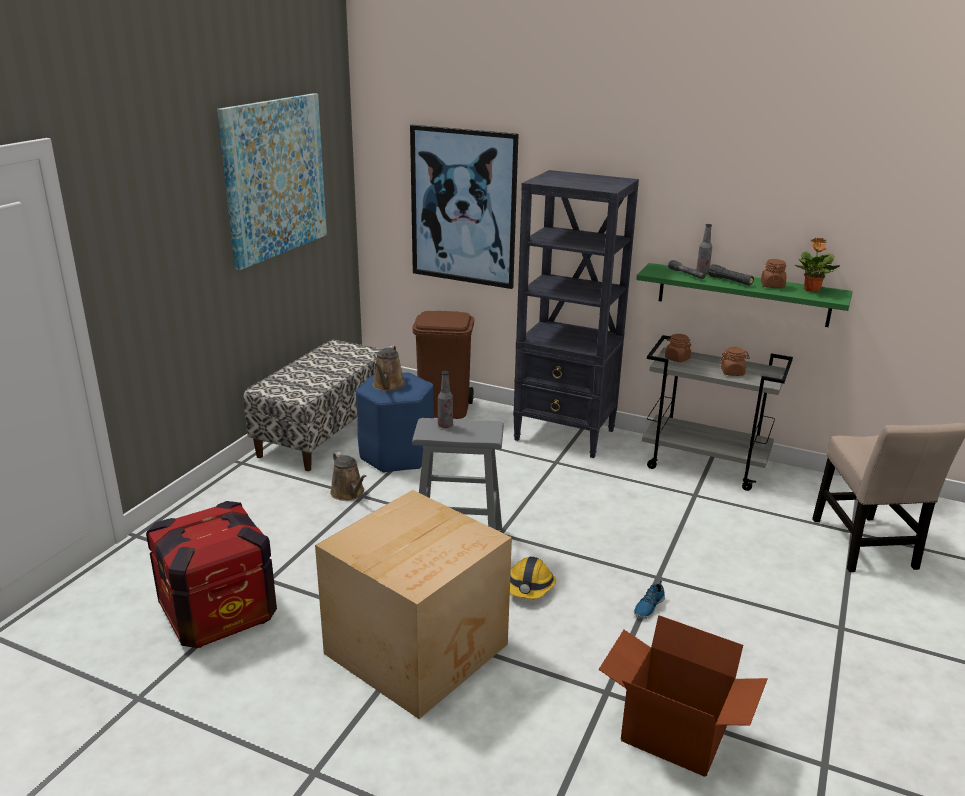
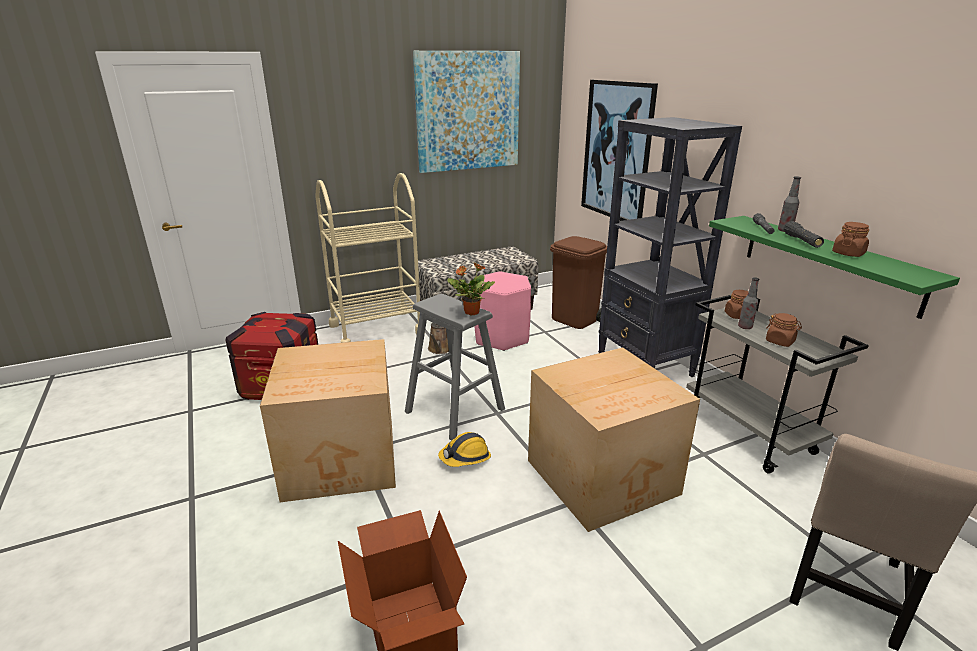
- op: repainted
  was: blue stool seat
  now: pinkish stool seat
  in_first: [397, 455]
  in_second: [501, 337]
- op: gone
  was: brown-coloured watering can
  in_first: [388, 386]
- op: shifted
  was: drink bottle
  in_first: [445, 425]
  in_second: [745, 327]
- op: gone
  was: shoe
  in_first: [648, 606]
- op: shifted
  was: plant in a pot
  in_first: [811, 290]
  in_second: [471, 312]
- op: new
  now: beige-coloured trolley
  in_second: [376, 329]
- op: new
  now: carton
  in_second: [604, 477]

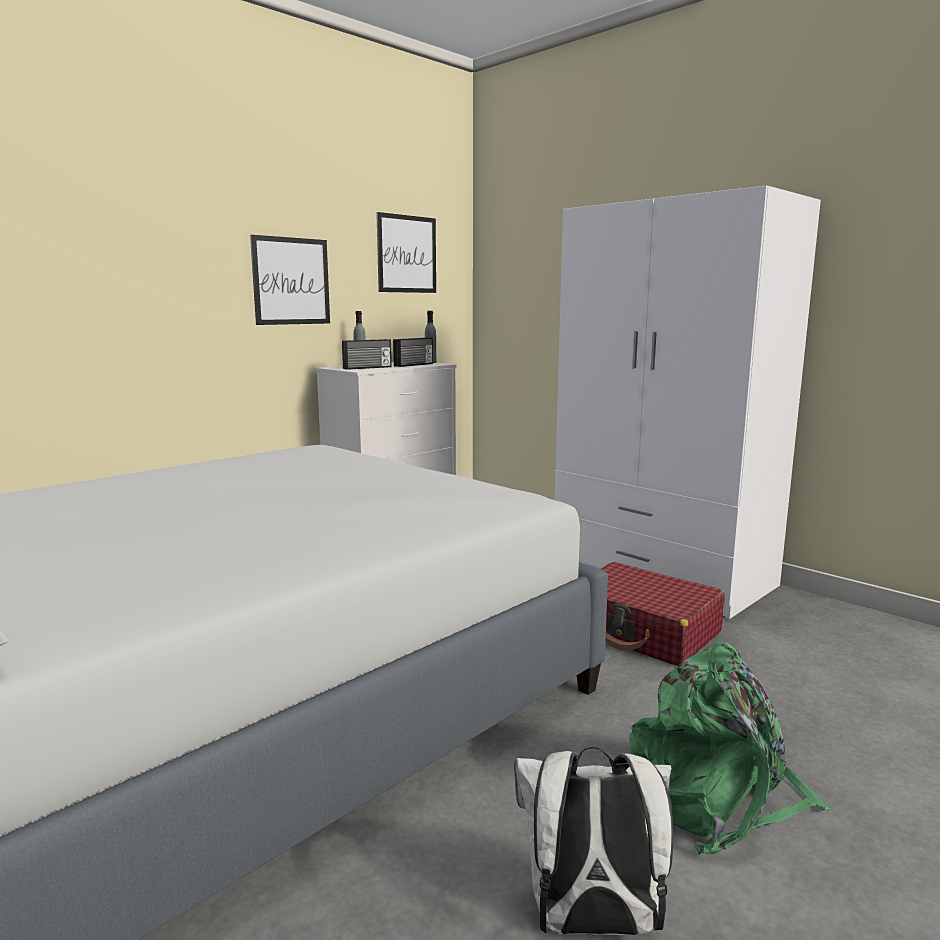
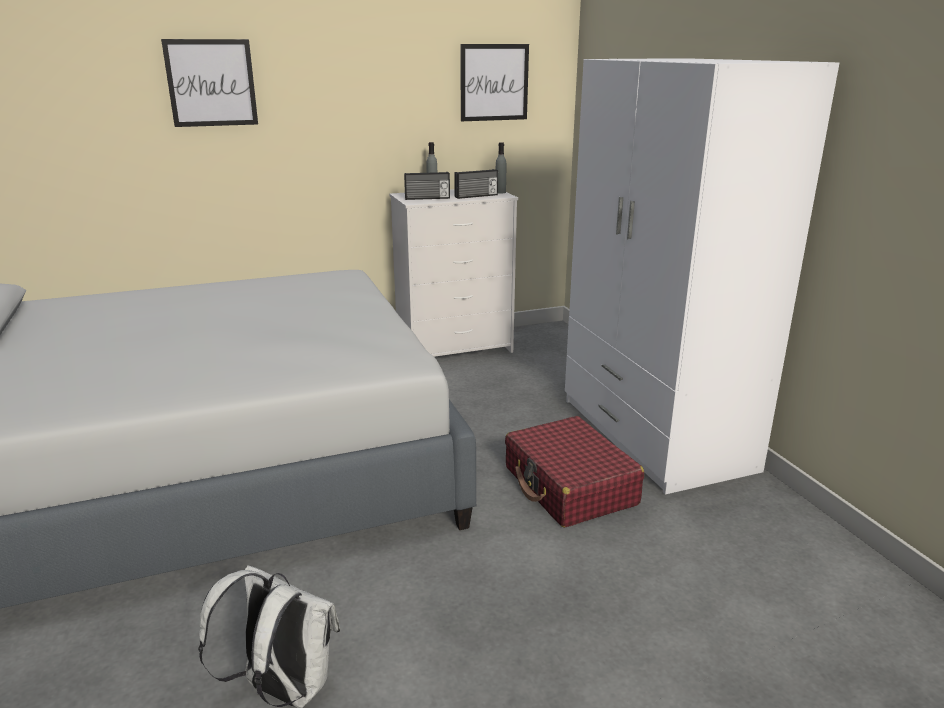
- op: shifted
  was: wall art
  in_first: [291, 281]
  in_second: [211, 83]
- op: gone
  was: green rucksack
  in_first: [715, 797]

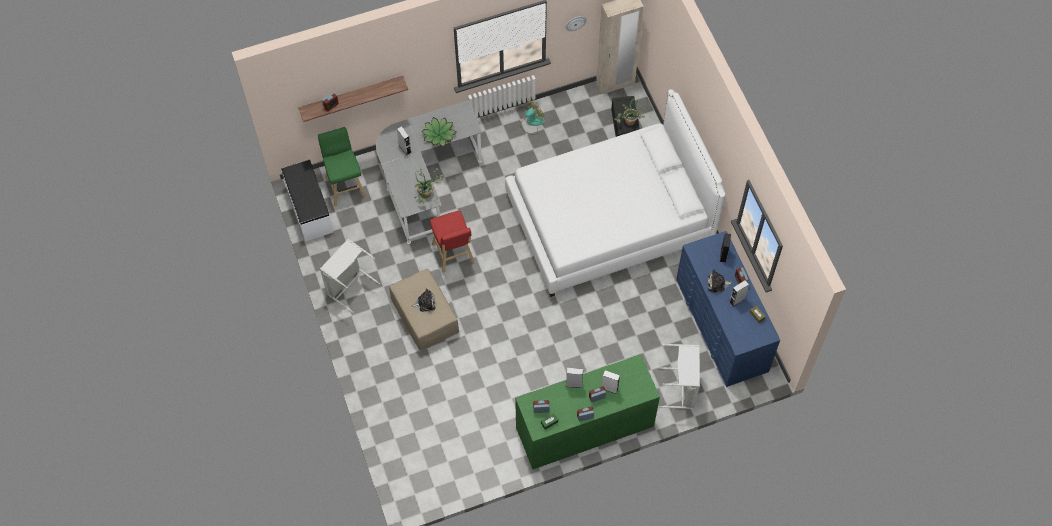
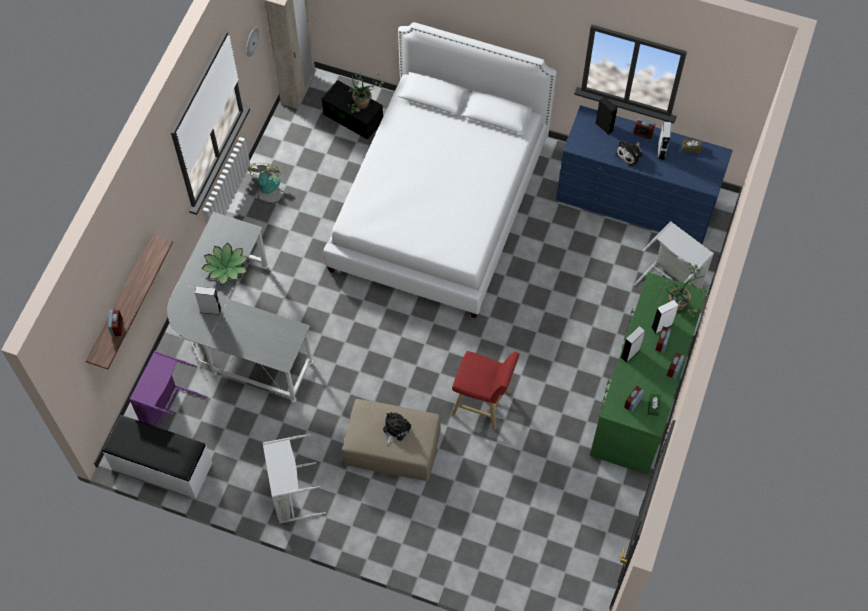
- op: swapped
  was: green stool seat
  now: purple-coloured washing basket
  in_first: [345, 185]
  in_second: [168, 410]
- op: shifted
  was: plant in a pot
  in_first: [427, 196]
  in_second: [681, 305]
- op: shifted
  was: red-coloured stool seat
  in_first: [453, 255]
  in_second: [483, 404]

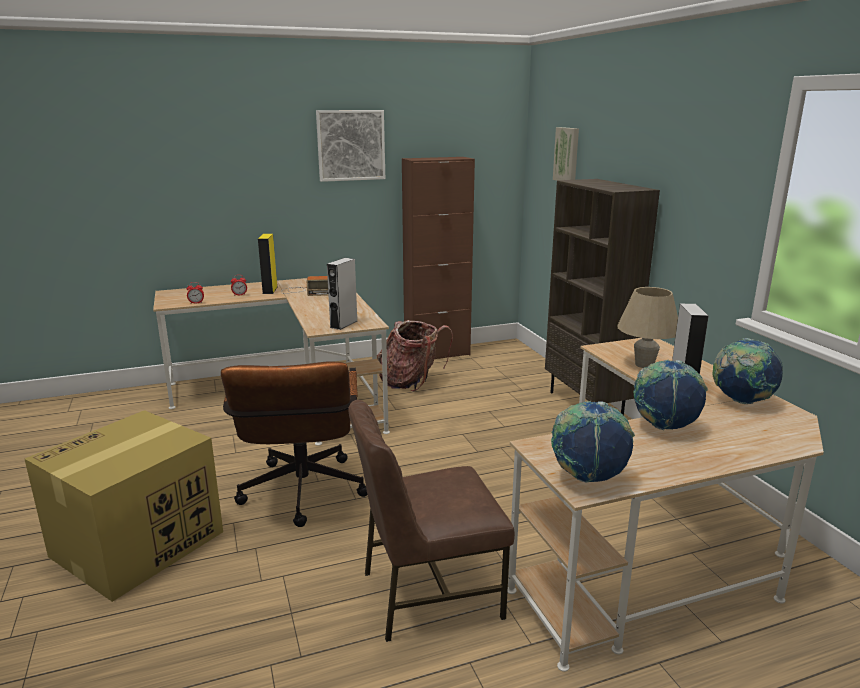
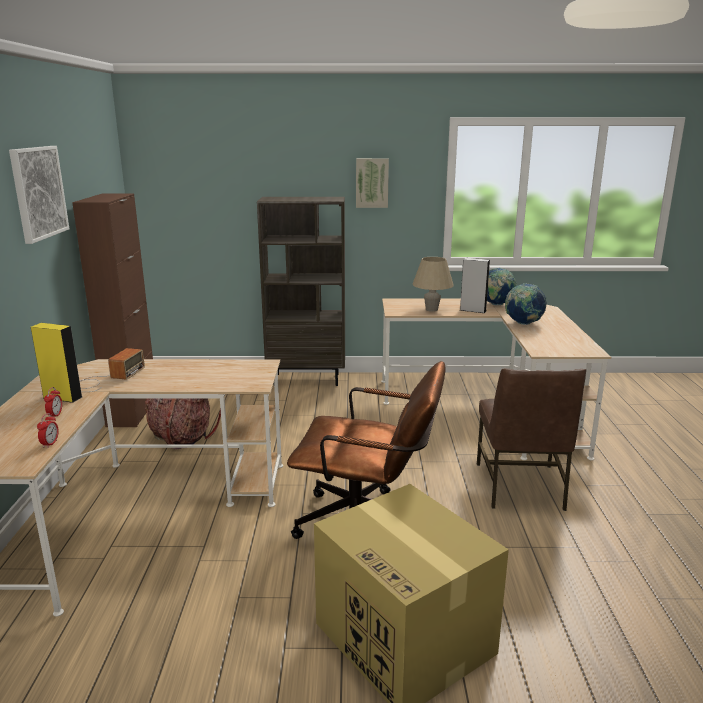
- op: gone
  was: gray speaker
  in_first: [344, 324]
- op: gone
  was: world globe
  in_first: [588, 478]
- op: shifted
  was: wall art
  in_first: [567, 154]
  in_second: [372, 183]

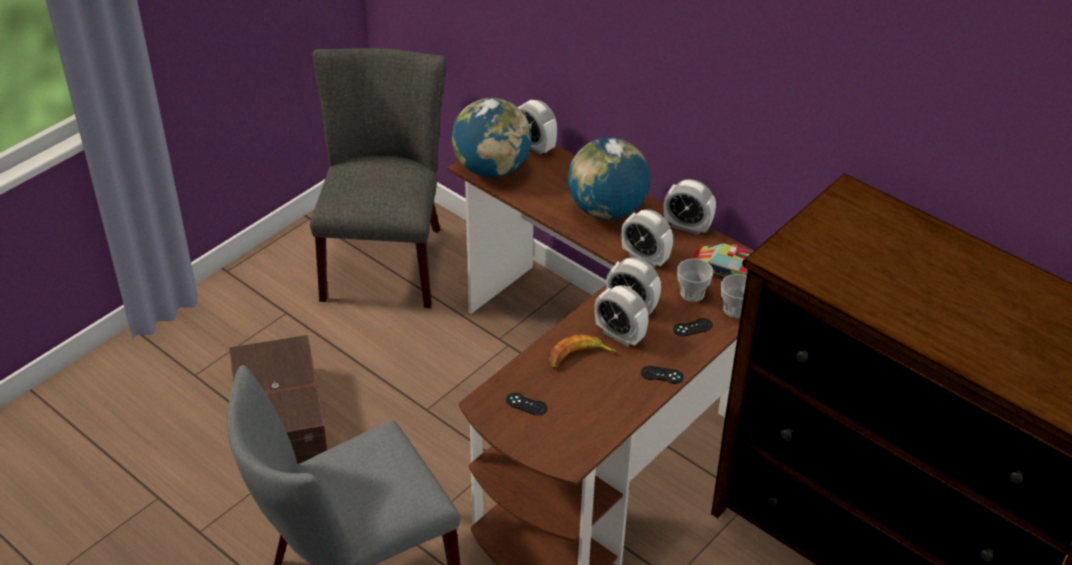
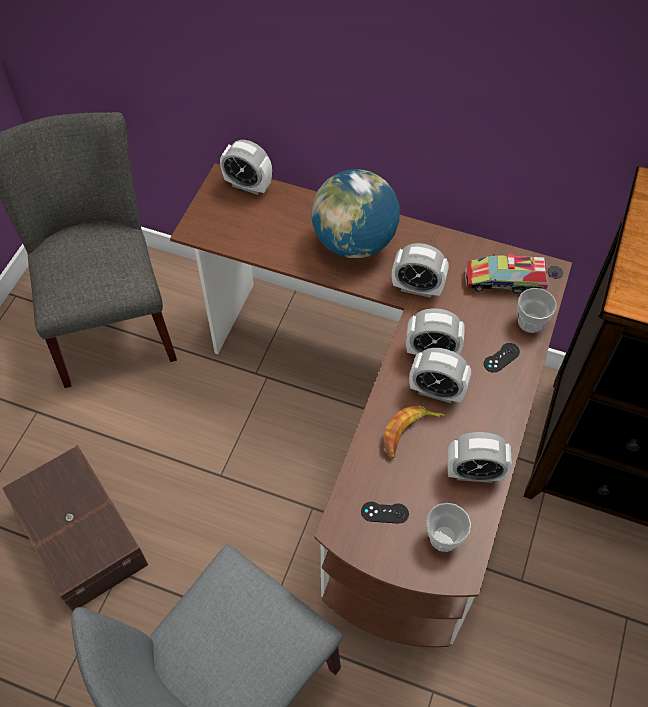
- op: gone
  was: world globe
  in_first: [492, 169]
- op: gone
  was: black-coloured gamepad
  in_first: [662, 375]
- op: shifted
  was: bedside clock
  in_first: [687, 226]
  in_second: [474, 473]
- op: shifted
  was: cup
  in_first: [692, 293]
  in_second: [444, 537]

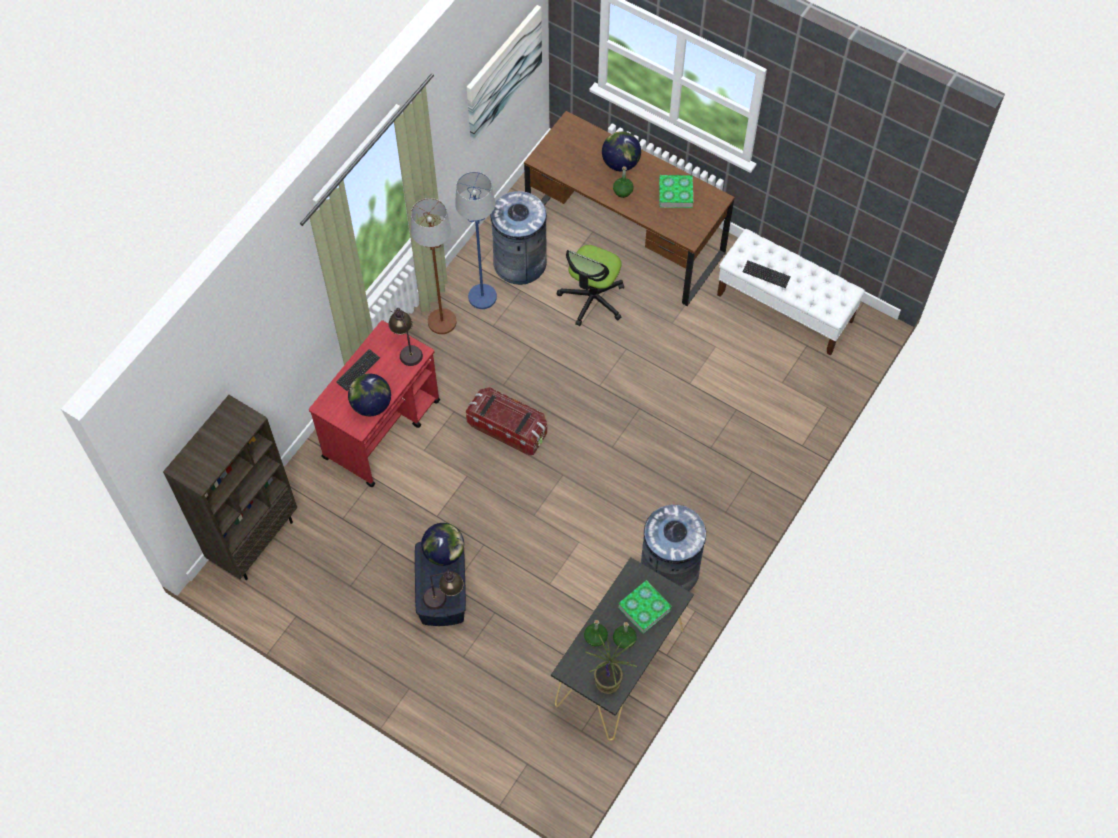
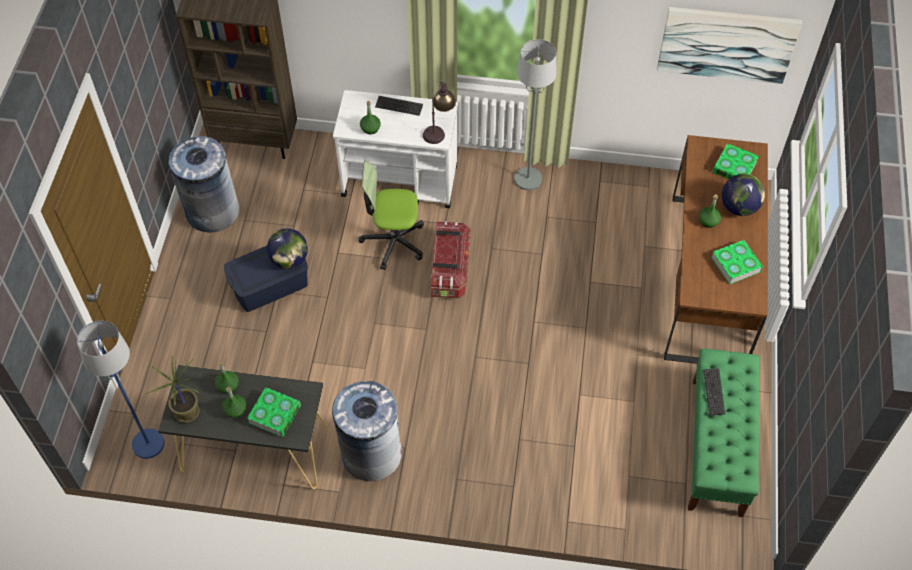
- op: repainted
  was: red-coloured trolley
  now: white-coloured trolley
  in_first: [382, 428]
  in_second: [401, 181]
- op: swapped
  was: world globe
  now: green drink bottle
  in_first: [371, 405]
  in_second: [370, 128]
- op: repainted
  was: brown-coloured standard lamp
  now: gray standard lamp
  in_first: [442, 321]
  in_second: [528, 179]
- op: gone
  was: table lamp
  in_first: [444, 598]
- op: shifted
  was: blue standard lamp
  in_first: [482, 297]
  in_second: [148, 444]
- op: shifted
  was: gray waste bin
  in_first: [520, 263]
  in_second: [212, 211]
- op: shifted
  was: computer chair
  in_first: [592, 299]
  in_second: [393, 241]
- op: repainted
  was: white-coloured long seat
  now: green long seat
  in_first: [785, 308]
  in_second: [717, 447]
- op: new
  now: book
  in_second: [734, 167]

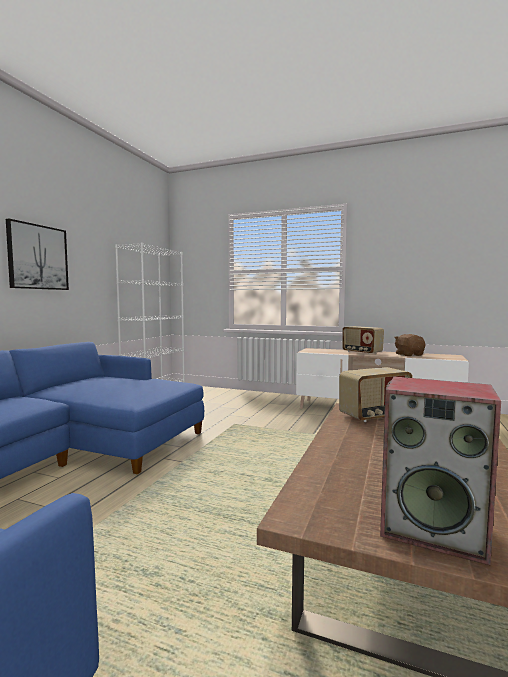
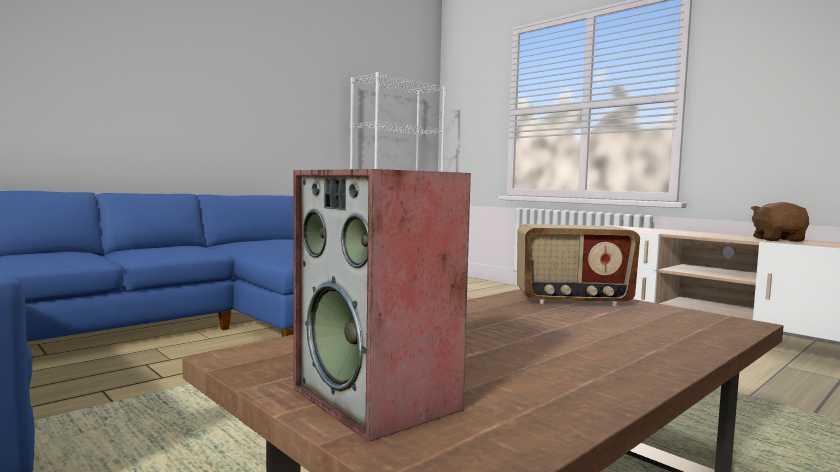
- op: gone
  was: wall art
  in_first: [38, 257]
- op: gone
  was: radio receiver
  in_first: [361, 352]

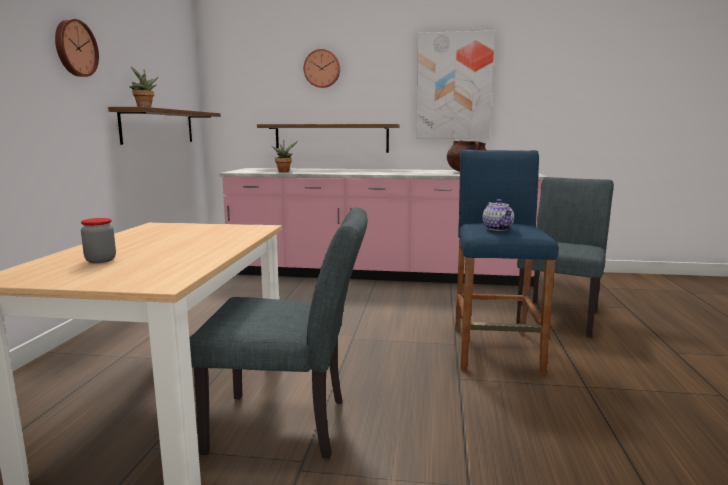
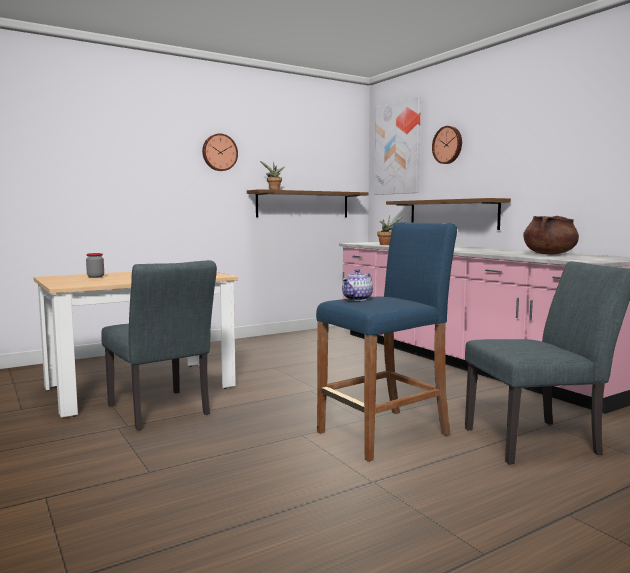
- op: shifted
  was: wall art
  in_first: [453, 86]
  in_second: [397, 148]

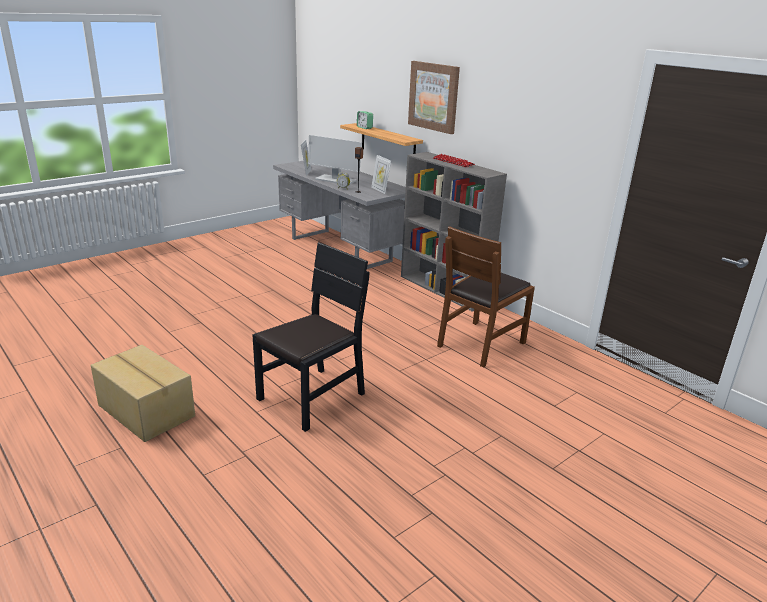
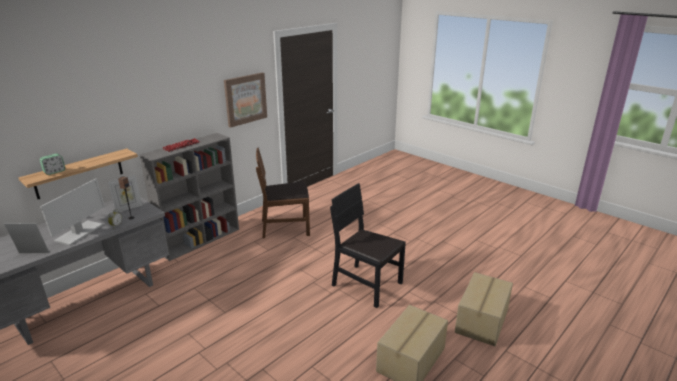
- op: shifted
  was: wall art
  in_first: [434, 96]
  in_second: [245, 99]
- op: rotated
  was: brown-coloured chair
  in_first: [480, 343]
  in_second: [285, 227]
  clockwise: 135
- op: new
  now: carton
  in_second: [482, 320]

